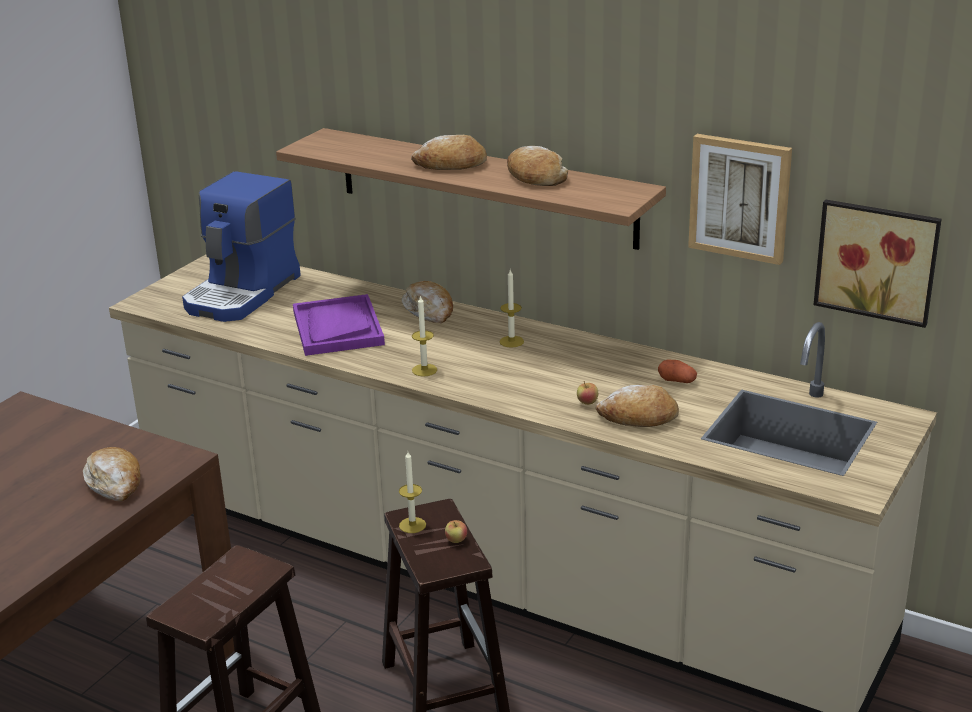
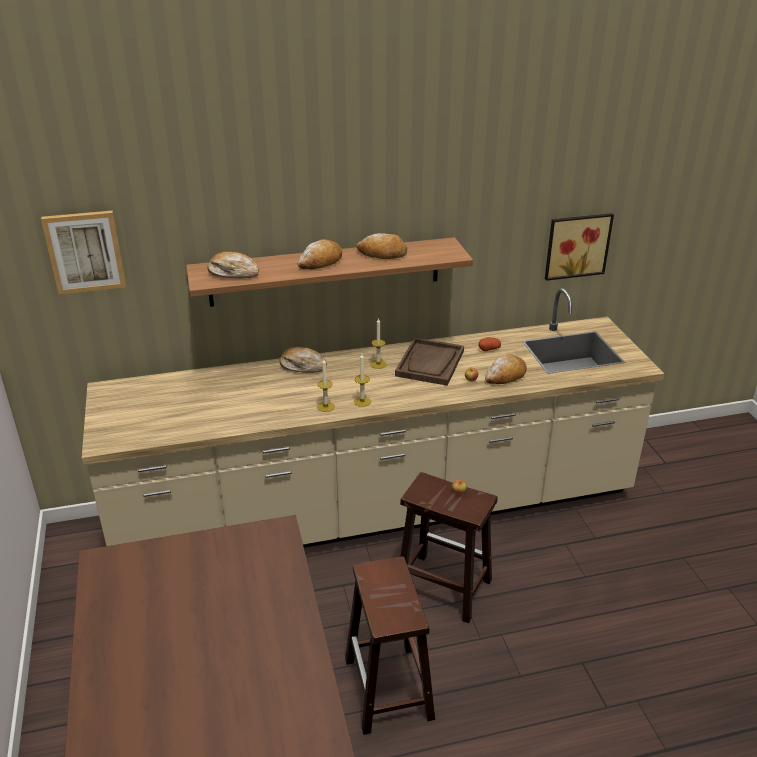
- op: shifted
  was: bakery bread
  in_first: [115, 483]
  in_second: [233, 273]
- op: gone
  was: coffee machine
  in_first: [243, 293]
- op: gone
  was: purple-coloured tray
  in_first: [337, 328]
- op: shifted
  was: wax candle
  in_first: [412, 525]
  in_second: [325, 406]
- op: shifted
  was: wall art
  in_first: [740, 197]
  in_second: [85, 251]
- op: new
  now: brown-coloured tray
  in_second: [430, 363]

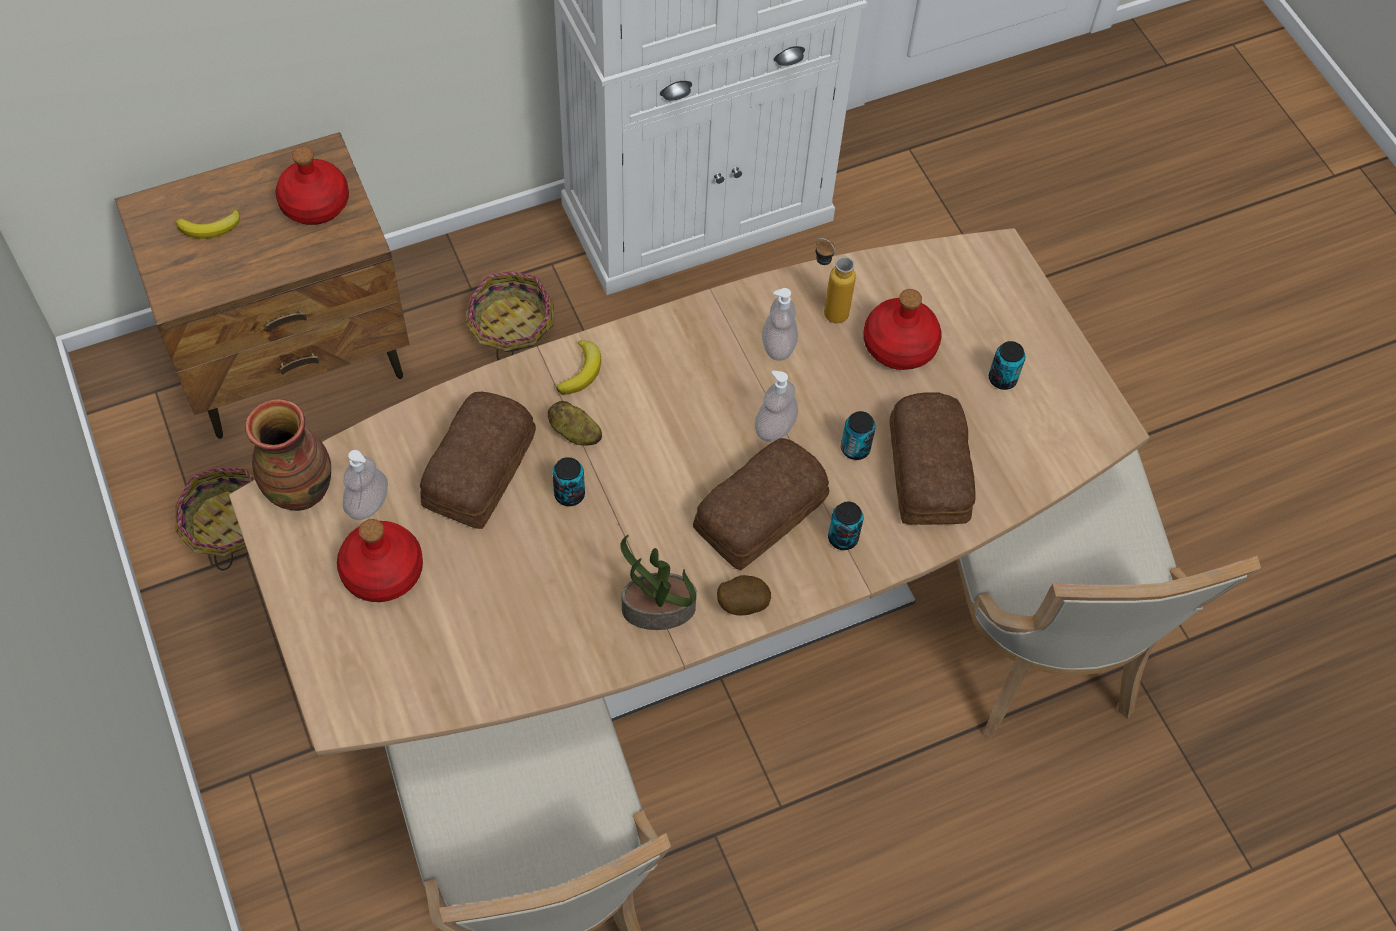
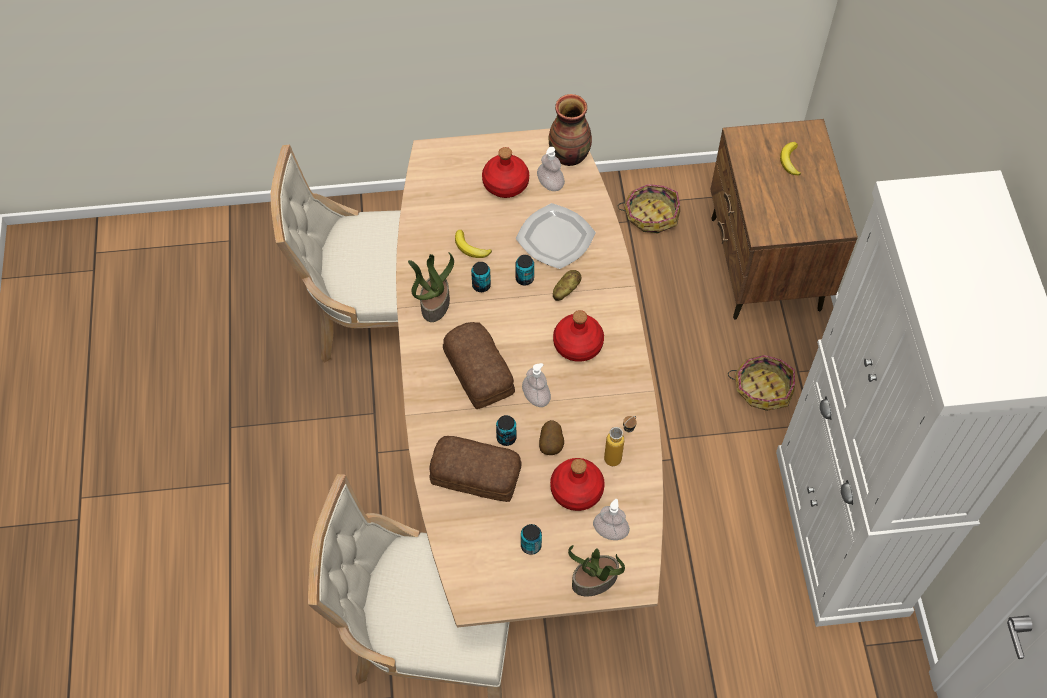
- op: shifted
  was: red-coloured drink bottle
  in_first: [315, 204]
  in_second: [577, 344]
- op: swapped
  was: bakery bread
  now: dinner plate
  in_first: [476, 471]
  in_second: [555, 237]
- op: shifted
  was: banana fruit
  in_first: [581, 371]
  in_second: [470, 247]
- op: shifted
  was: potato
  in_first: [742, 603]
  in_second: [551, 445]
- op: shifted
  was: liquid soap bottle
  in_first: [778, 346]
  in_second: [610, 531]
- op: shifted
  was: can
  in_first: [843, 538]
  in_second: [481, 285]
- op: new
  now: plant in a pot
  in_second: [594, 581]

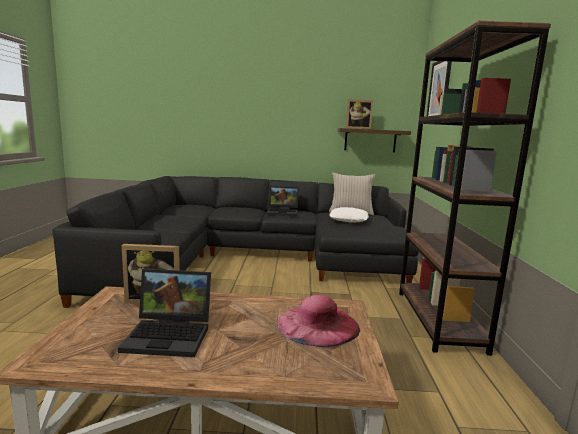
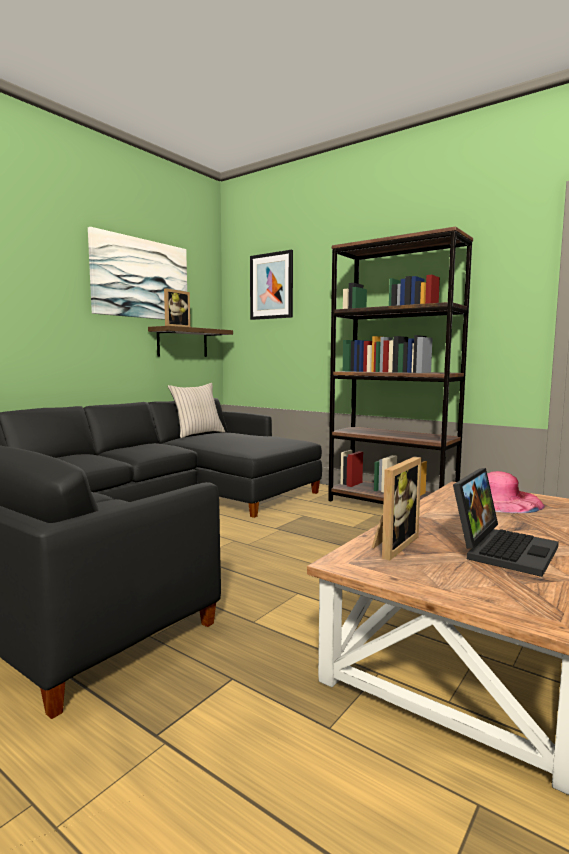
- op: gone
  was: laptop
  in_first: [283, 212]
- op: gone
  was: white-coloured cushion
  in_first: [349, 220]
- op: new
  now: wall art
  in_second: [141, 279]

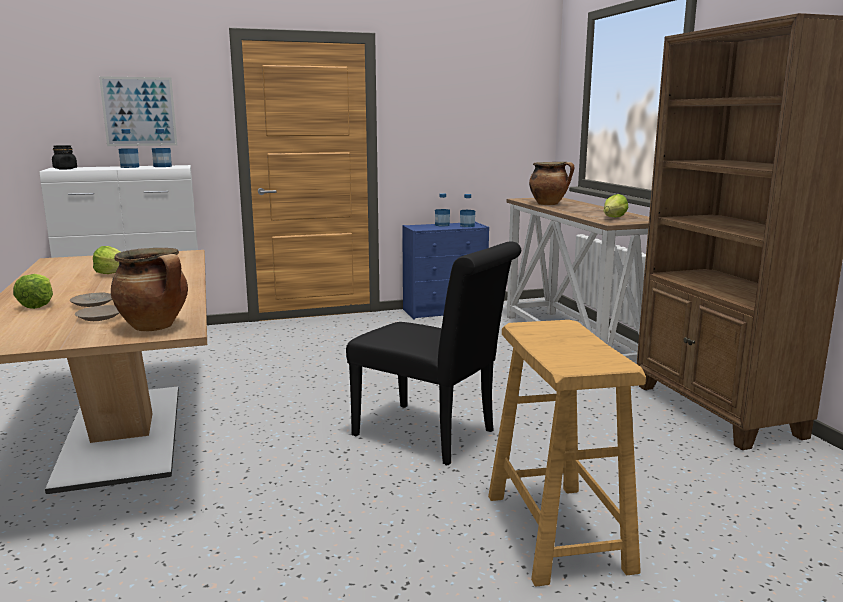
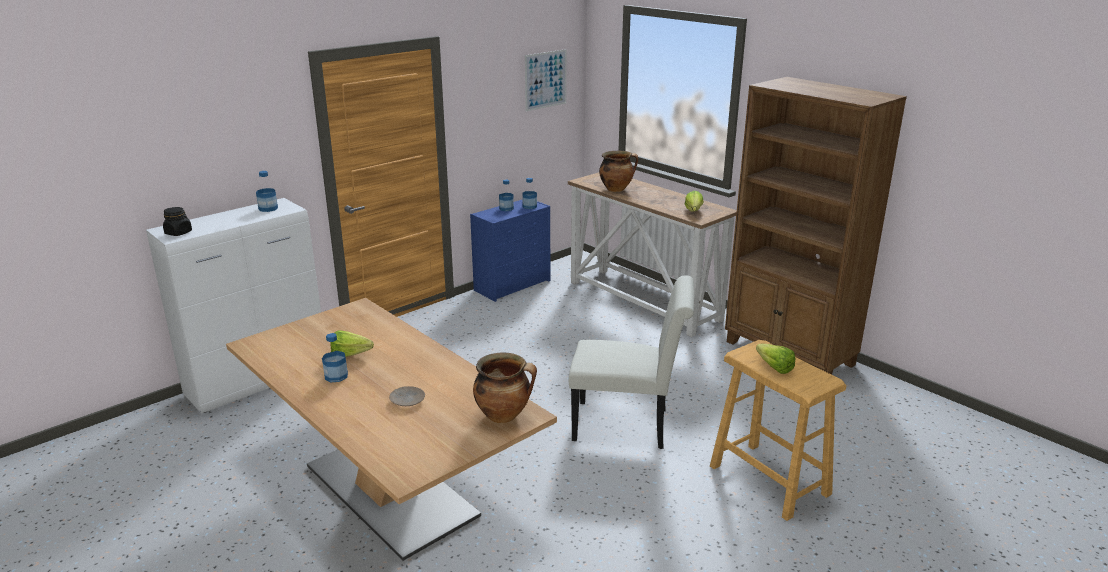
- op: shifted
  was: lettuce
  in_first: [41, 303]
  in_second: [772, 366]
- op: gone
  was: beige-coloured dinner plate
  in_first: [100, 318]
- op: shifted
  was: wall art
  in_first: [139, 111]
  in_second: [545, 80]
- op: shifted
  was: drink bottle
  in_first: [130, 167]
  in_second: [336, 376]
- op: repainted
  was: black-coloured chair
  now: white-coloured chair
  in_first: [432, 436]
  in_second: [628, 425]

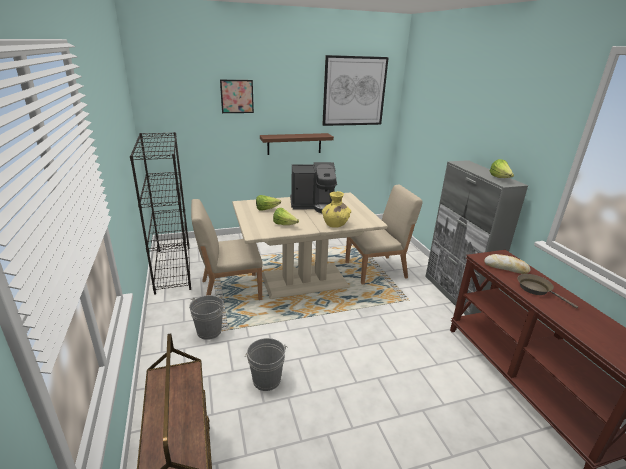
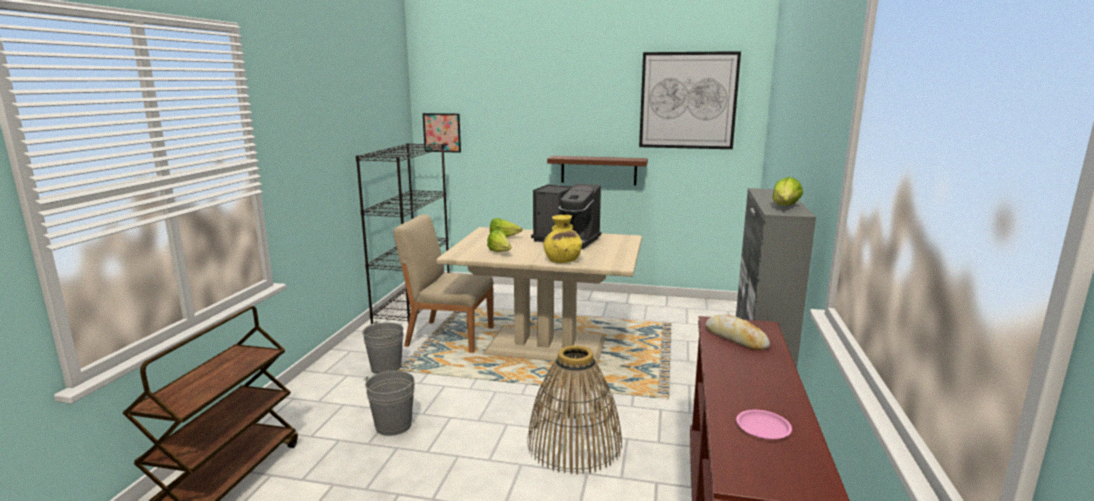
- op: shifted
  was: wall art
  in_first: [237, 96]
  in_second: [442, 132]
- op: gone
  was: beige-coloured chair
  in_first: [376, 270]
- op: gone
  was: brown-coloured skillet
  in_first: [536, 289]
- op: new
  now: household basket
  in_second: [574, 444]
- op: new
  now: pinkish dinner plate
  in_second: [763, 428]

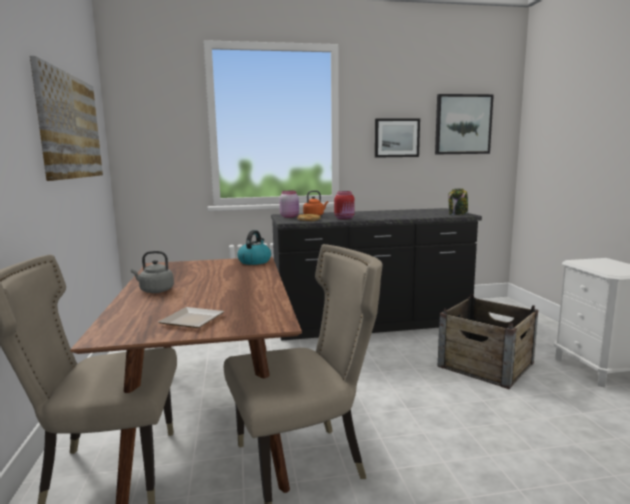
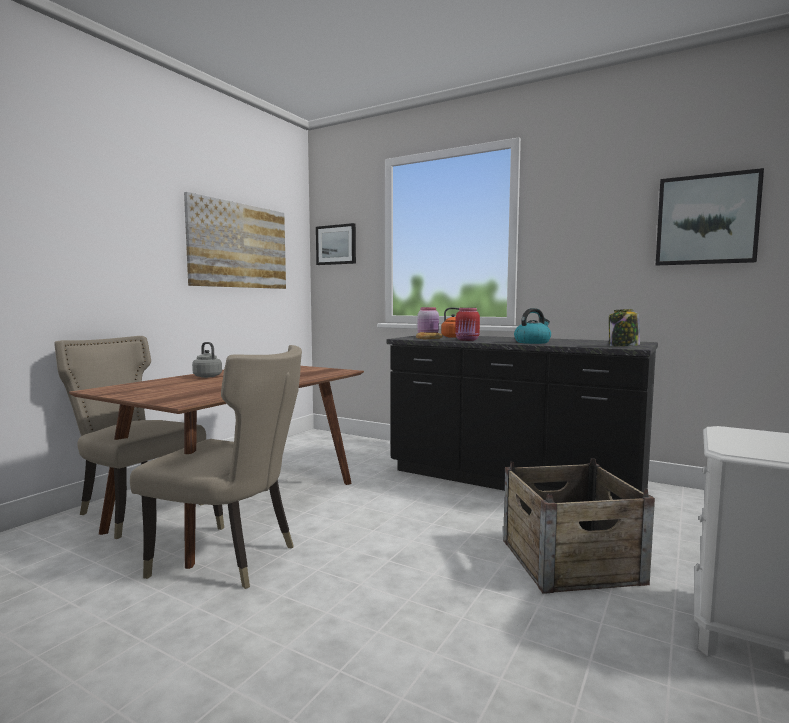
- op: gone
  was: dinner plate
  in_first: [190, 321]
- op: shifted
  was: water kettle
  in_first: [254, 261]
  in_second: [532, 342]
- op: shifted
  was: wall art
  in_first: [396, 138]
  in_second: [336, 244]

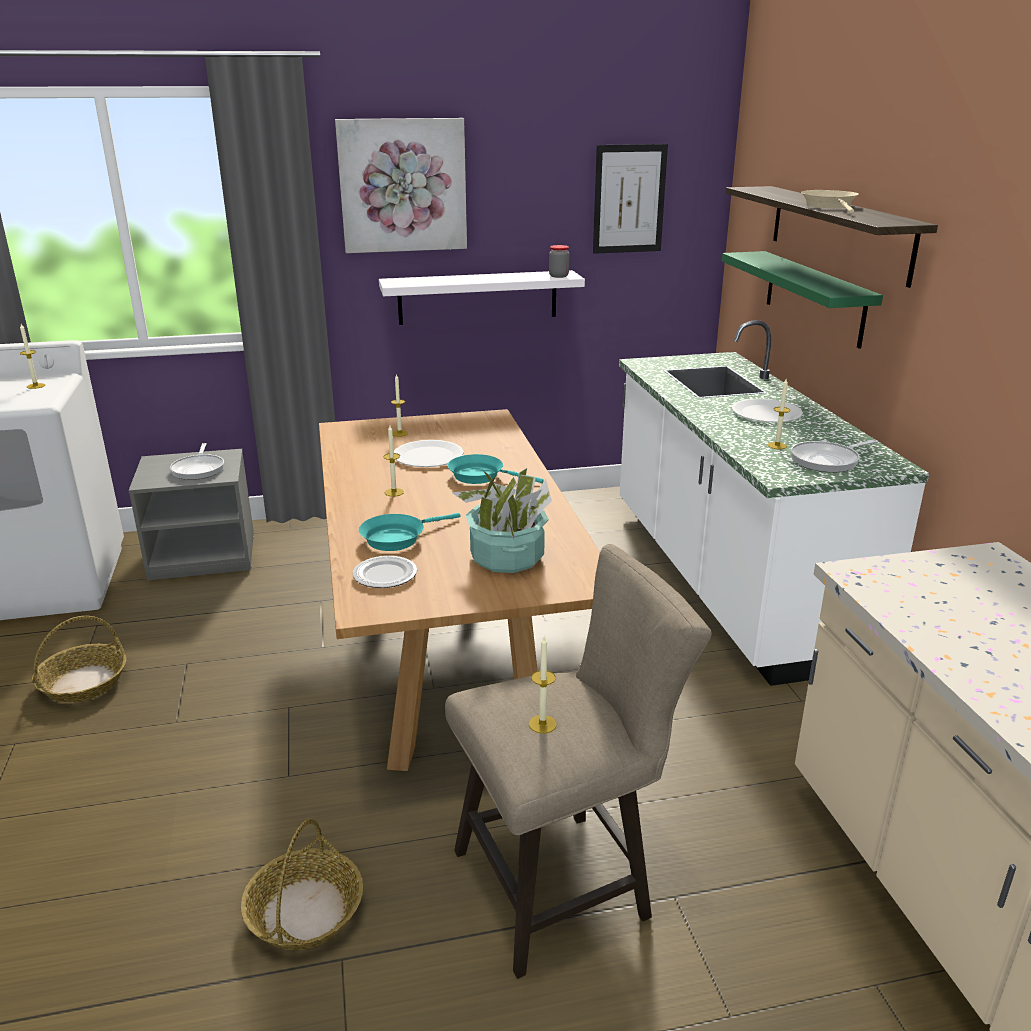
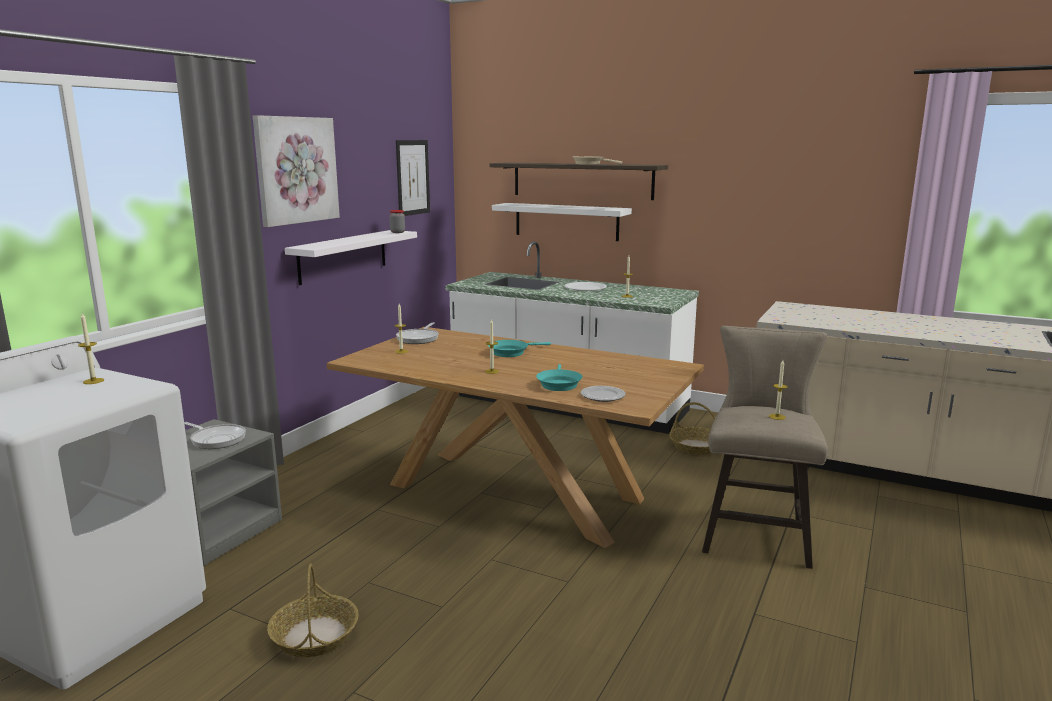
- op: shifted
  was: household basket
  in_first: [305, 912]
  in_second: [696, 447]
- op: gone
  was: white-coloured dinner plate
  in_first: [428, 456]
- op: gone
  was: plant in a pot
  in_first: [507, 558]
- op: repainted
  was: green shelf
  now: white-coloured shelf
  in_first: [814, 297]
  in_second: [566, 221]
- op: shifted
  was: skillet
  in_first: [827, 460]
  in_second: [419, 338]

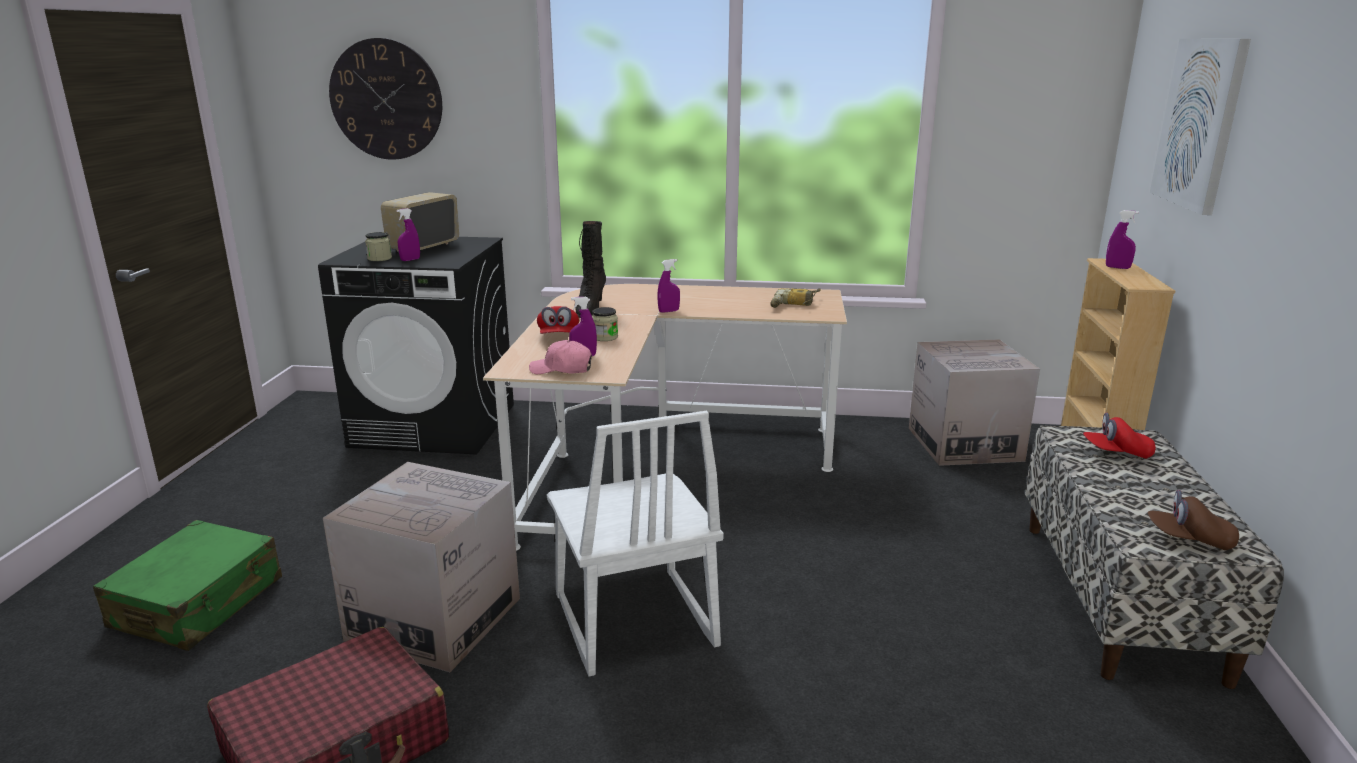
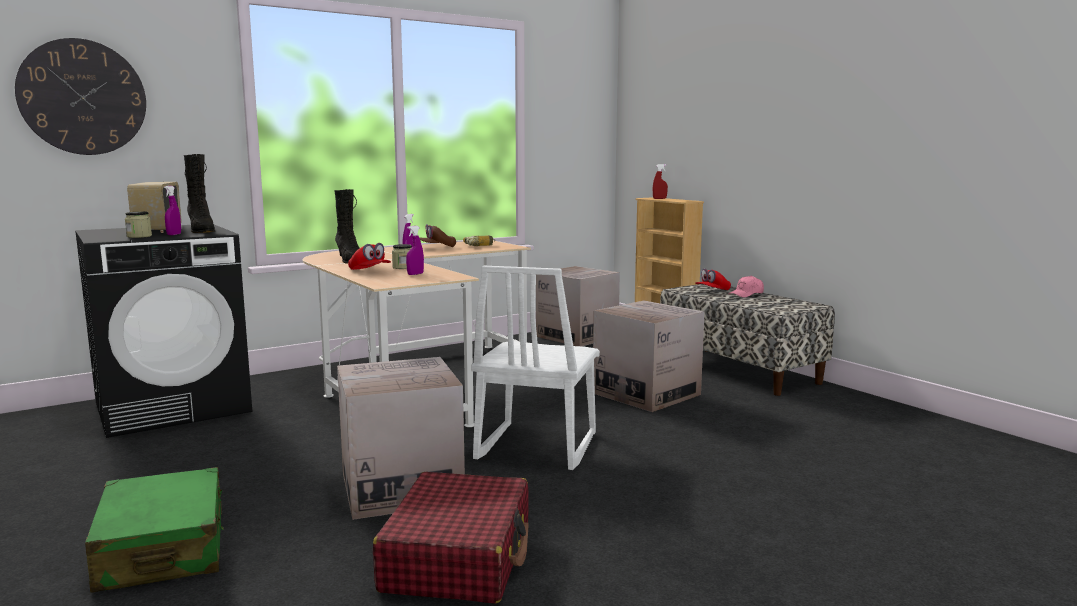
- op: shifted
  was: pinkish cap
  in_first: [562, 369]
  in_second: [746, 294]
- op: rotated
  was: white-coloured chair
  in_first: [632, 622]
  in_second: [535, 447]
  clockwise: 75
- op: repainted
  was: purple-coloured spray bottle
  now: red-coloured spray bottle
  in_first: [1117, 267]
  in_second: [659, 198]
- op: shifted
  was: brown-coloured cap
  in_first: [1189, 539]
  in_second: [436, 247]
- op: gone
  was: wall art
  in_first: [1200, 123]
- op: new
  now: black-coloured high-top boot
  in_second: [201, 231]
- op: new
  now: carton
  in_second: [646, 394]

